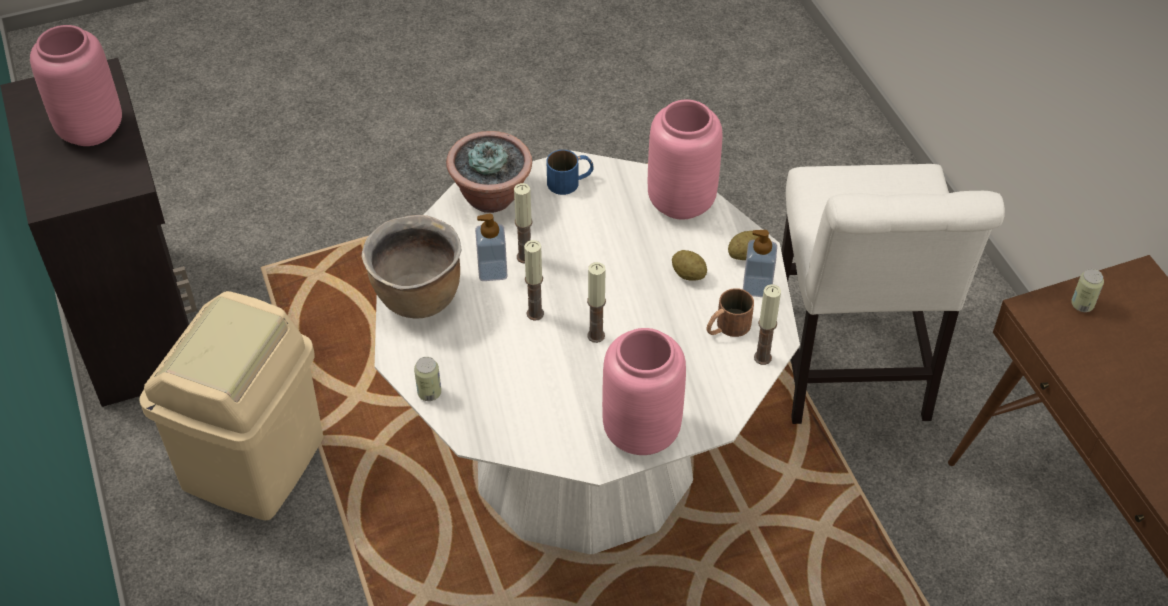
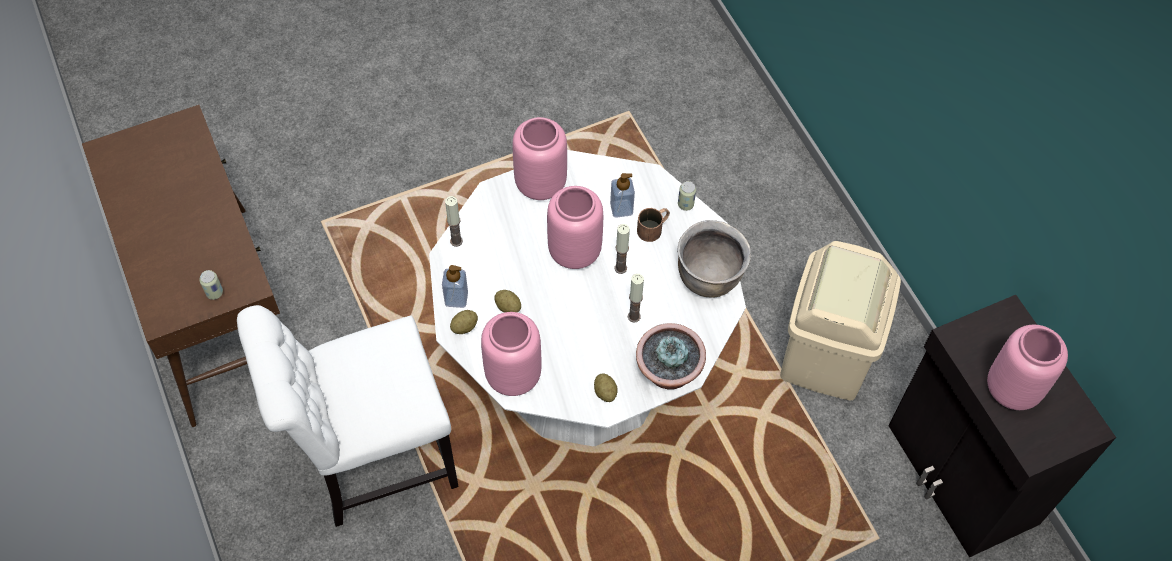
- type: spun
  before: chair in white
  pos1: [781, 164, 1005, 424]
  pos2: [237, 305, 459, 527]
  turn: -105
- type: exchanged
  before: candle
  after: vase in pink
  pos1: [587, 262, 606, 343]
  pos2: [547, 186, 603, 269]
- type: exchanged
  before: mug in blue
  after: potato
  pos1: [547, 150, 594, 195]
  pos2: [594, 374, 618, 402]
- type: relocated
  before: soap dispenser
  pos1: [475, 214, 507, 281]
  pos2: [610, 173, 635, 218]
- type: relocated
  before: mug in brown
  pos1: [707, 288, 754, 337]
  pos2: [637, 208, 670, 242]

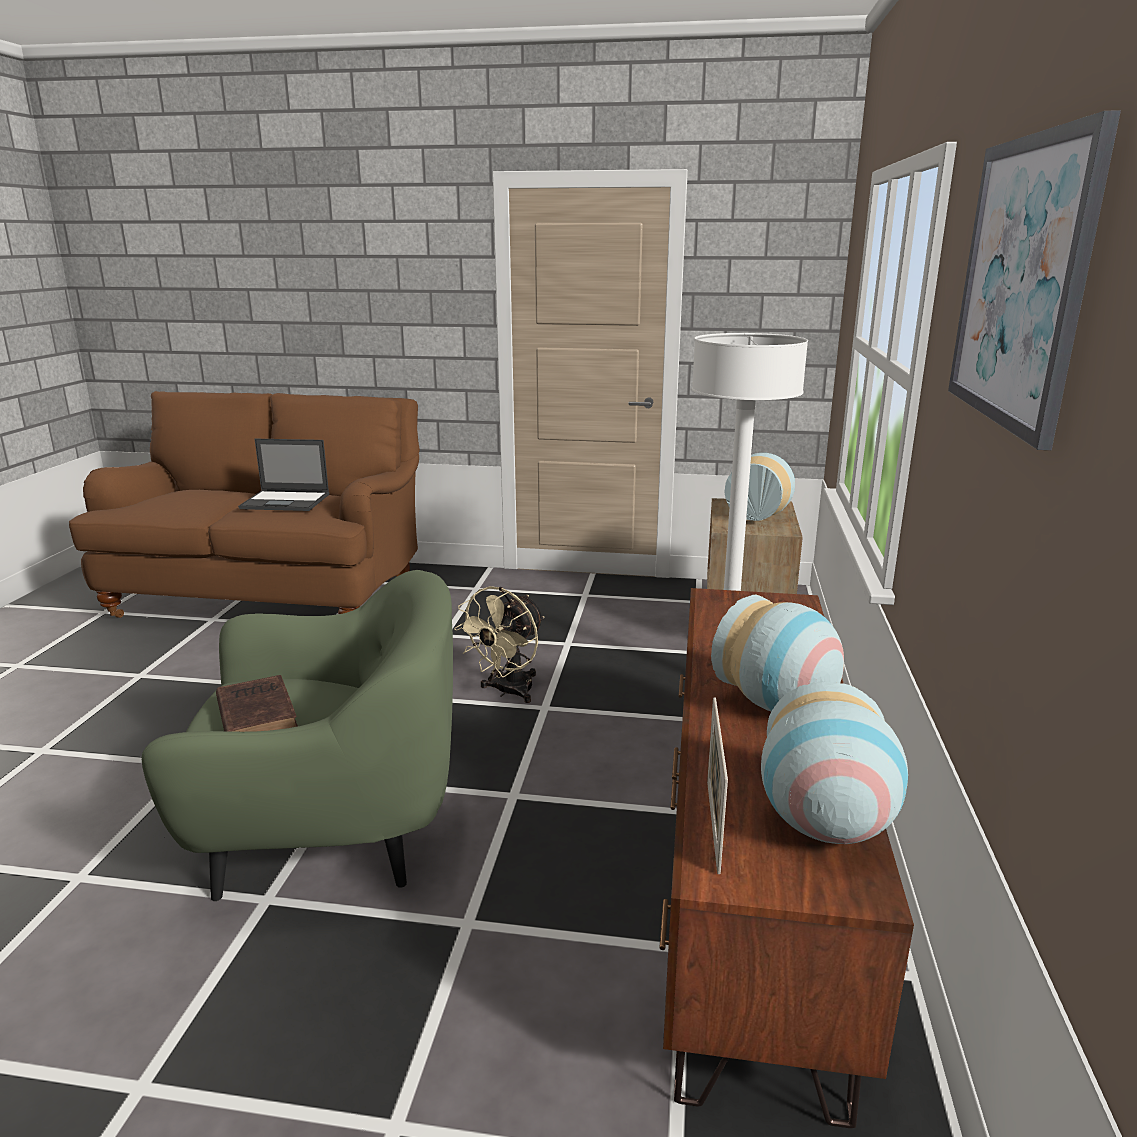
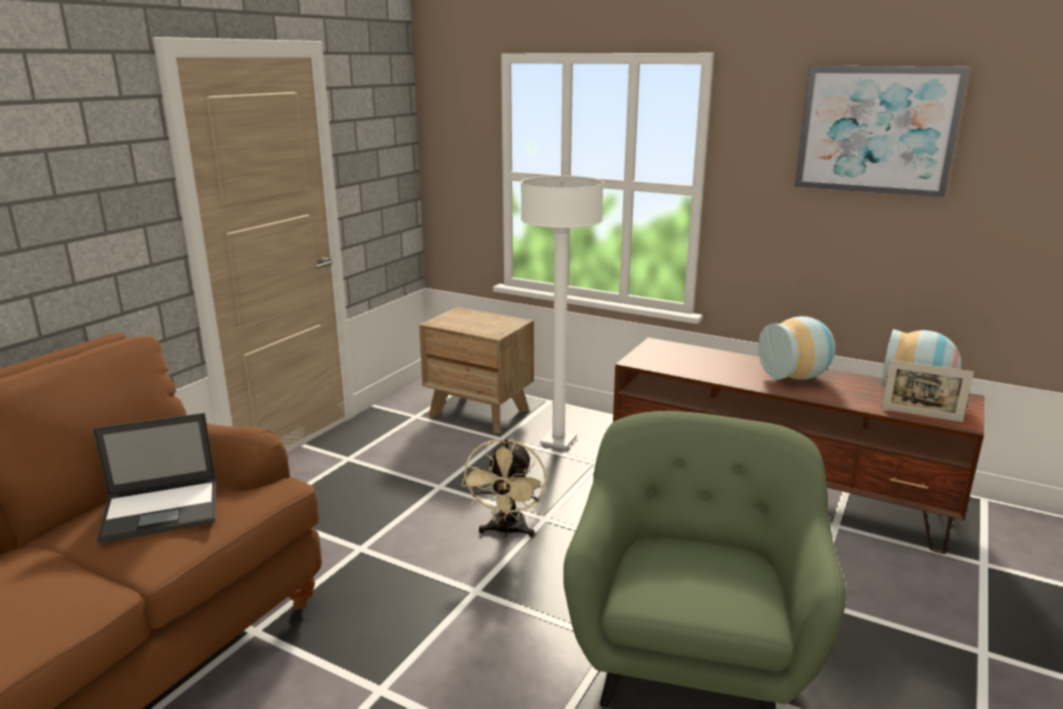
- type: spun
  before: laptop
  pos1: [238, 439, 329, 511]
  pos2: [93, 413, 216, 543]
  turn: 45
- type: spun
  before: fan in beige
  pos1: [454, 586, 545, 703]
  pos2: [461, 438, 547, 538]
  turn: 45
- type: missing
  before: book in brown
  pos1: [216, 675, 298, 732]
- type: missing
  before: vase
  pos1: [725, 453, 795, 521]

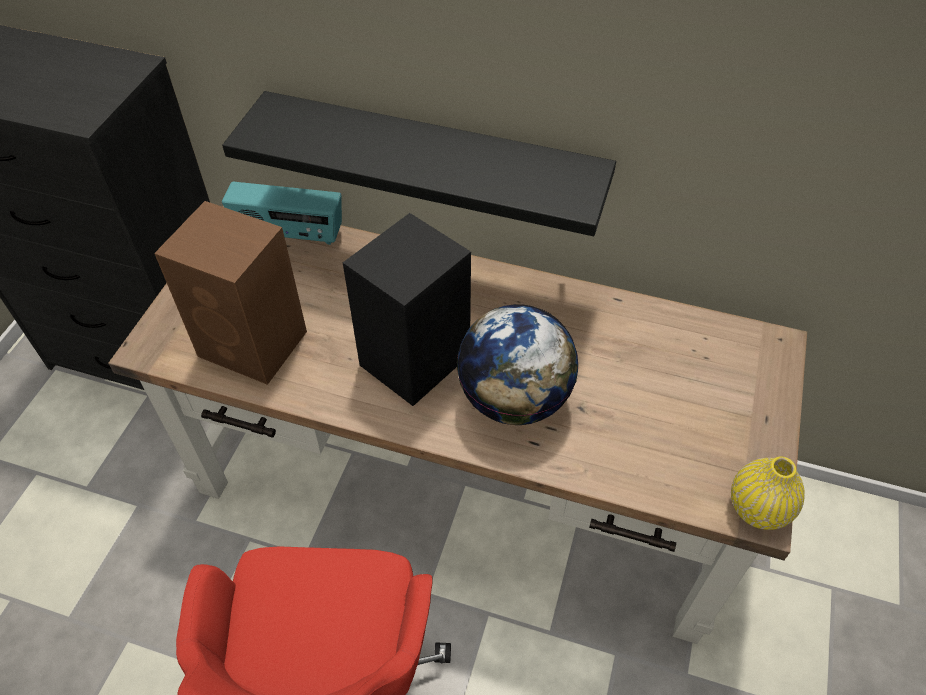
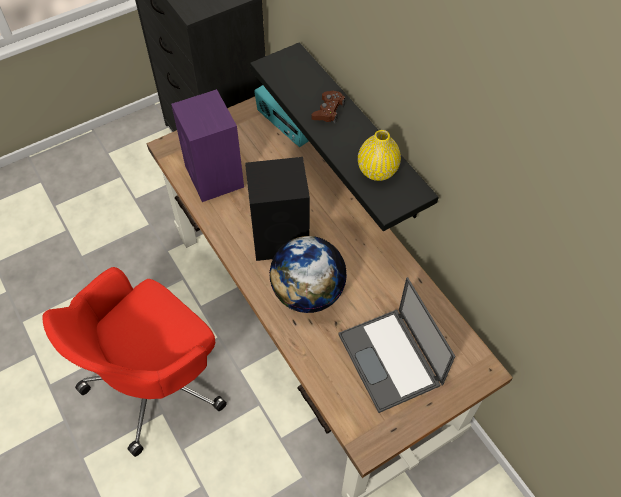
- type: colour
  before: speaker in brown
  after: speaker in purple
  pos1: [154, 201, 307, 385]
  pos2: [171, 89, 244, 202]
- type: appeared
  after: game controller in brown
  pos2: [312, 91, 345, 124]
- type: appeared
  after: laptop
  pos2: [338, 277, 455, 413]
- type: relocated
  before: vase in yellow
  pos1: [731, 457, 805, 530]
  pos2: [358, 130, 401, 181]

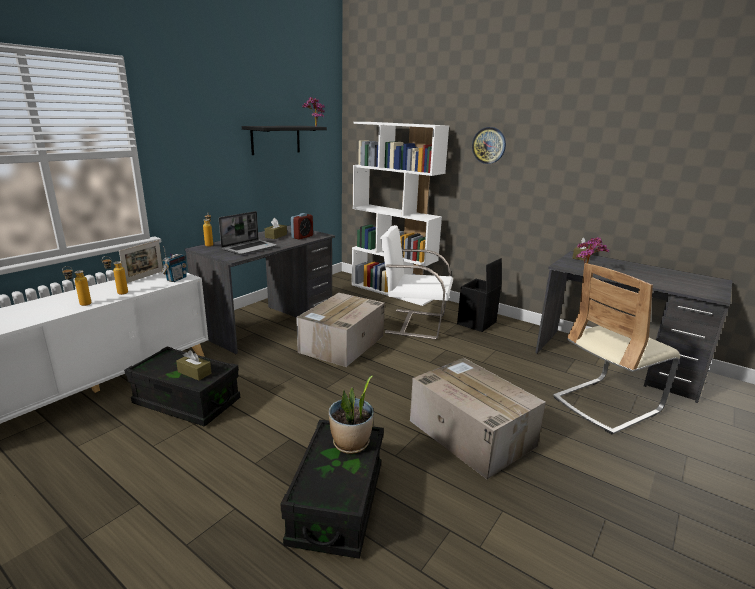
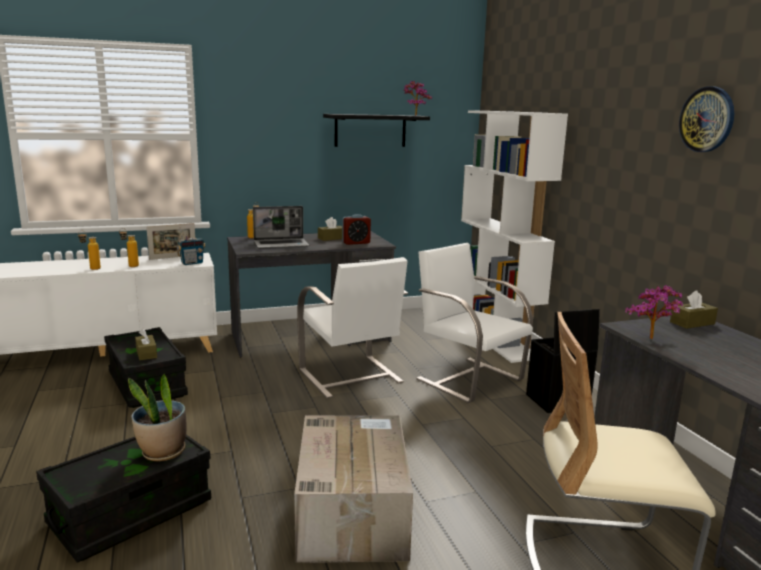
- type: exchanged
  before: cardboard box
  after: chair in white
  pos1: [296, 293, 385, 367]
  pos2: [297, 257, 408, 398]
- type: relocated
  before: wall clock
  pos1: [472, 127, 506, 164]
  pos2: [679, 86, 734, 152]

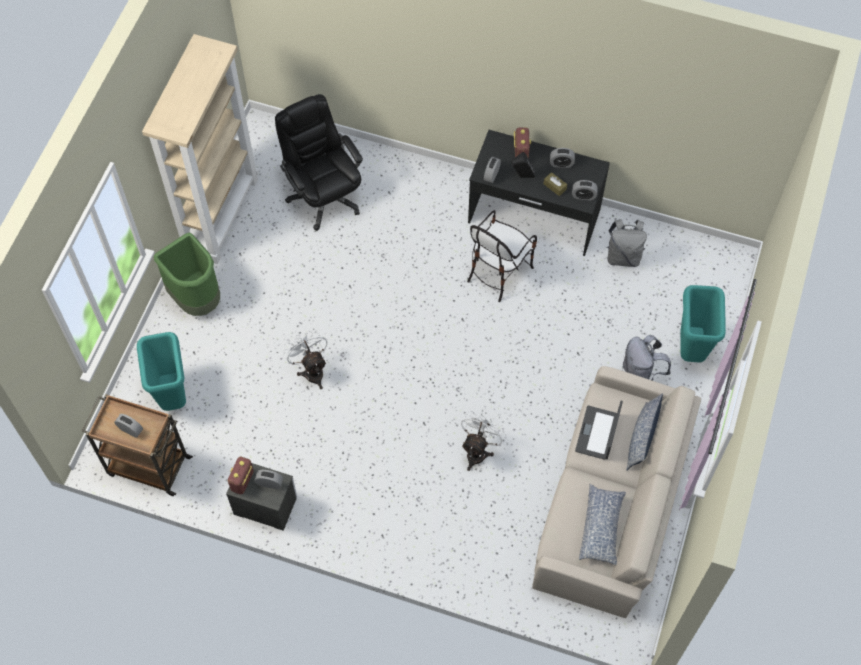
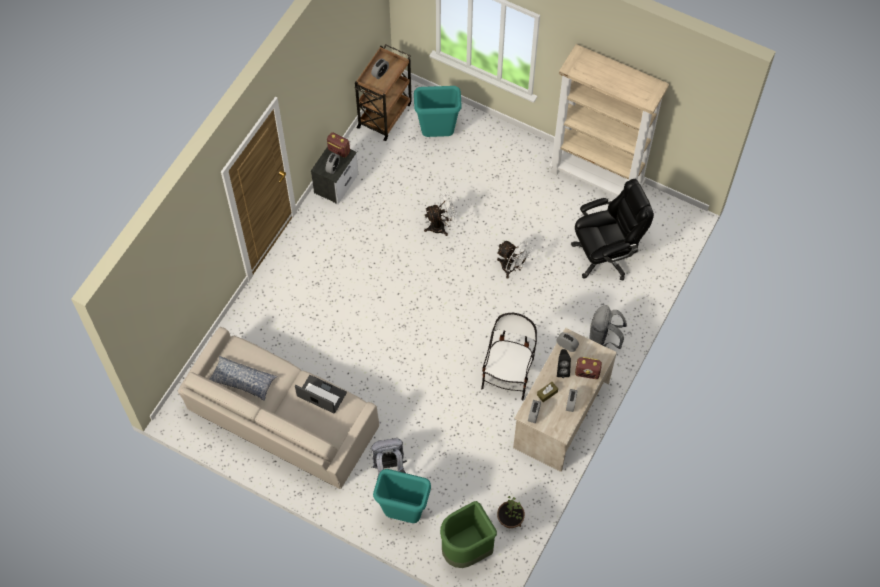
- type: relocated
  before: trash can in green
  pos1: [154, 233, 220, 316]
  pos2: [440, 501, 497, 568]
- type: spun
  before: chair
  pos1: [467, 210, 537, 302]
  pos2: [481, 313, 537, 401]
  turn: 60
- type: relocated
  before: fan in white
  pos1: [461, 411, 506, 471]
  pos2: [496, 241, 533, 279]
- type: appeared
  after: potted plant
  pos2: [497, 496, 525, 528]
- type: colour
  before: desk in black
  after: desk in beige
  pos1: [468, 130, 610, 256]
  pos2: [513, 328, 617, 472]
- type: relocated
  before: backpack in grey
  pos1: [605, 219, 647, 267]
  pos2: [589, 305, 627, 349]
- type: missing
  before: pillow
  pos1: [626, 394, 663, 471]

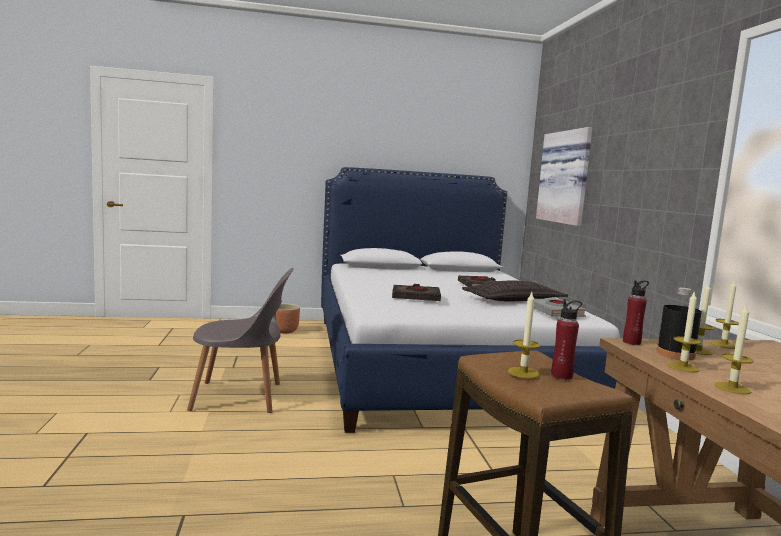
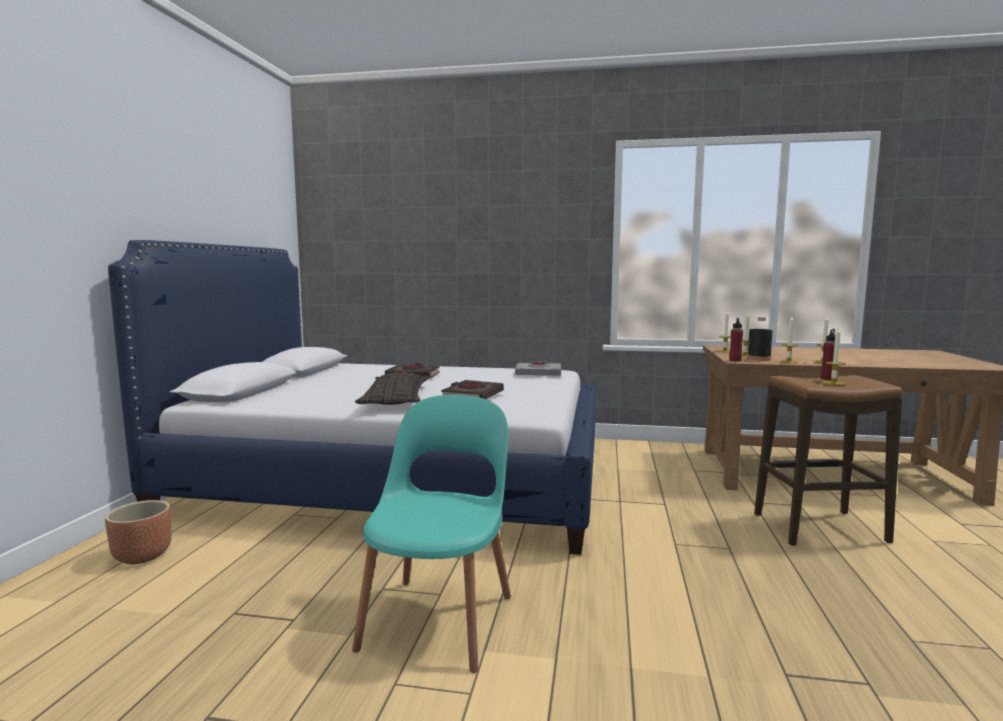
- type: colour
  before: chair in grey
  after: chair in turquoise
  pos1: [187, 268, 294, 413]
  pos2: [352, 395, 511, 673]
- type: relocated
  before: pillow
  pos1: [462, 280, 568, 301]
  pos2: [355, 372, 429, 405]
- type: missing
  before: picture
  pos1: [536, 127, 592, 226]

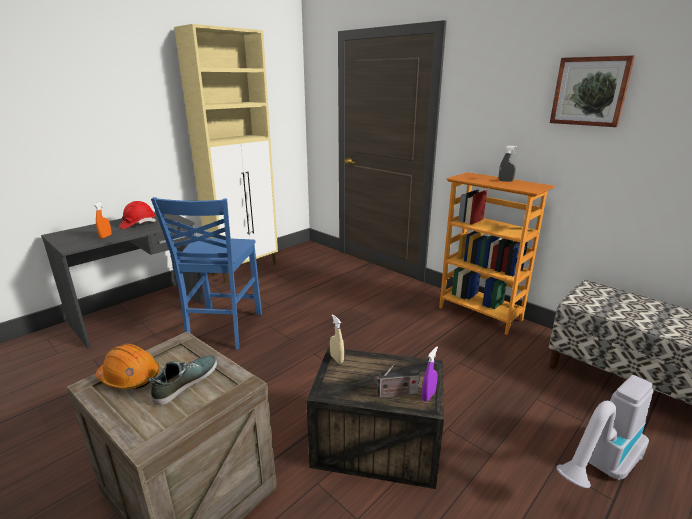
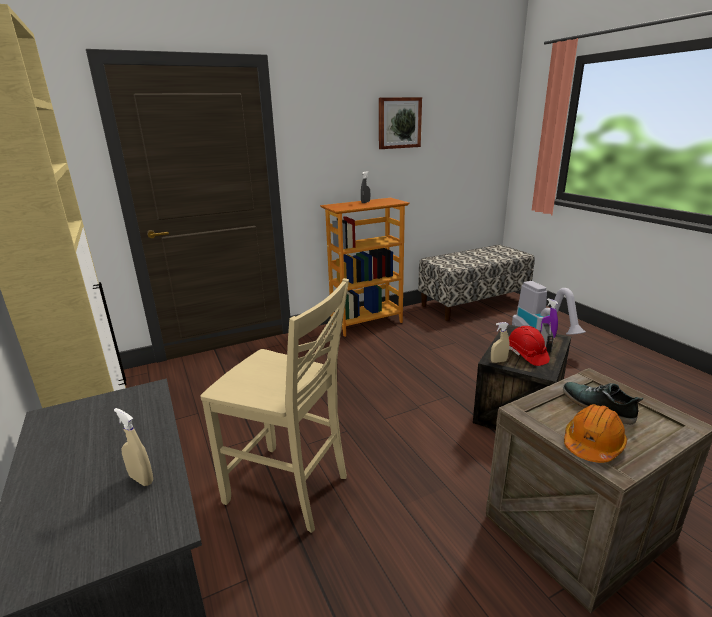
- type: colour
  before: spray bottle in orange
  after: spray bottle in beige
  pos1: [94, 201, 112, 239]
  pos2: [114, 408, 153, 486]
- type: colour
  before: chair in blue
  after: chair in beige
  pos1: [151, 197, 262, 350]
  pos2: [201, 278, 349, 533]
- type: relocated
  before: hard hat in red
  pos1: [119, 201, 156, 229]
  pos2: [509, 326, 550, 366]

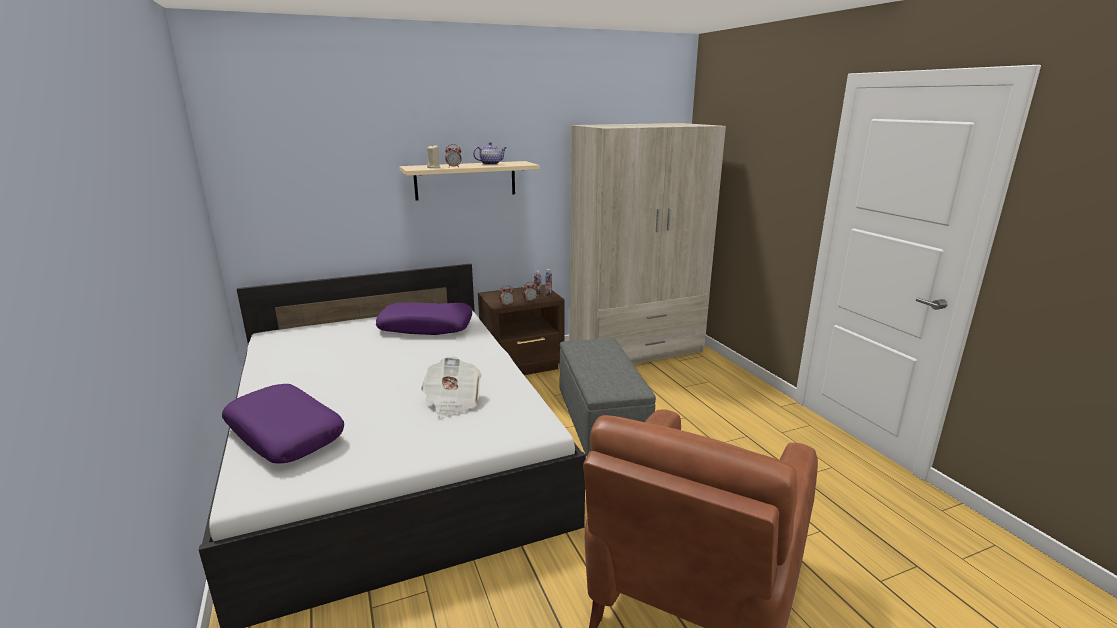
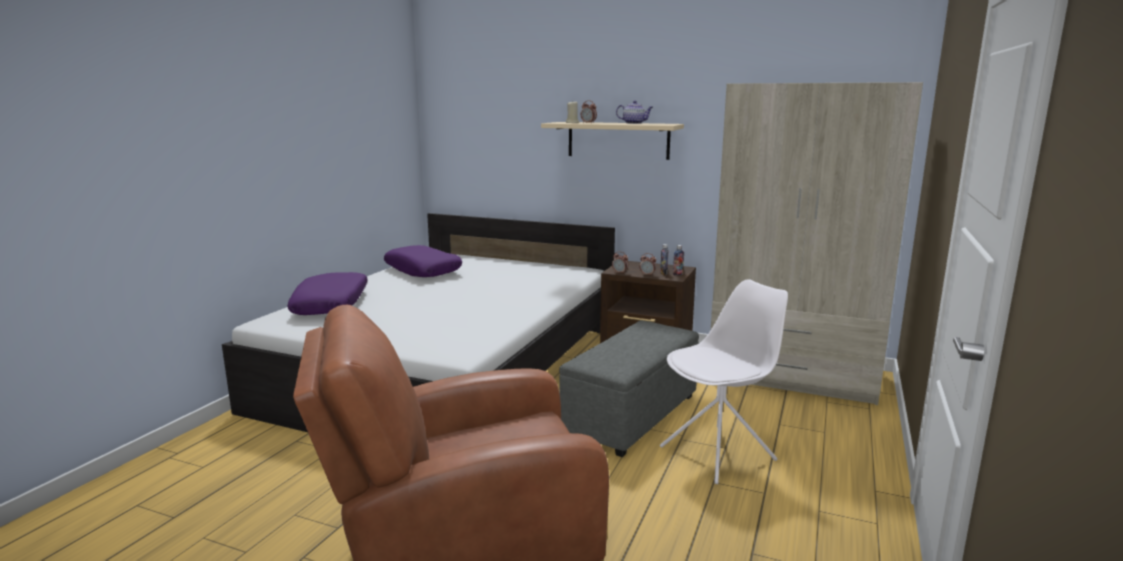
- type: relocated
  before: pillow in purple
  pos1: [376, 302, 472, 335]
  pos2: [384, 245, 462, 277]
- type: appeared
  after: chair in white
  pos2: [660, 279, 788, 484]
- type: missing
  before: newspaper
  pos1: [421, 357, 481, 418]

